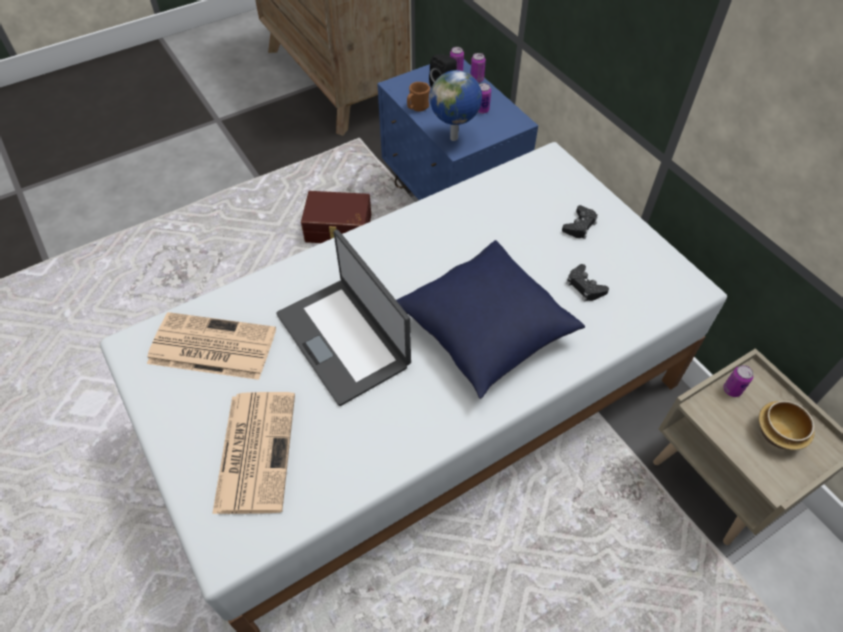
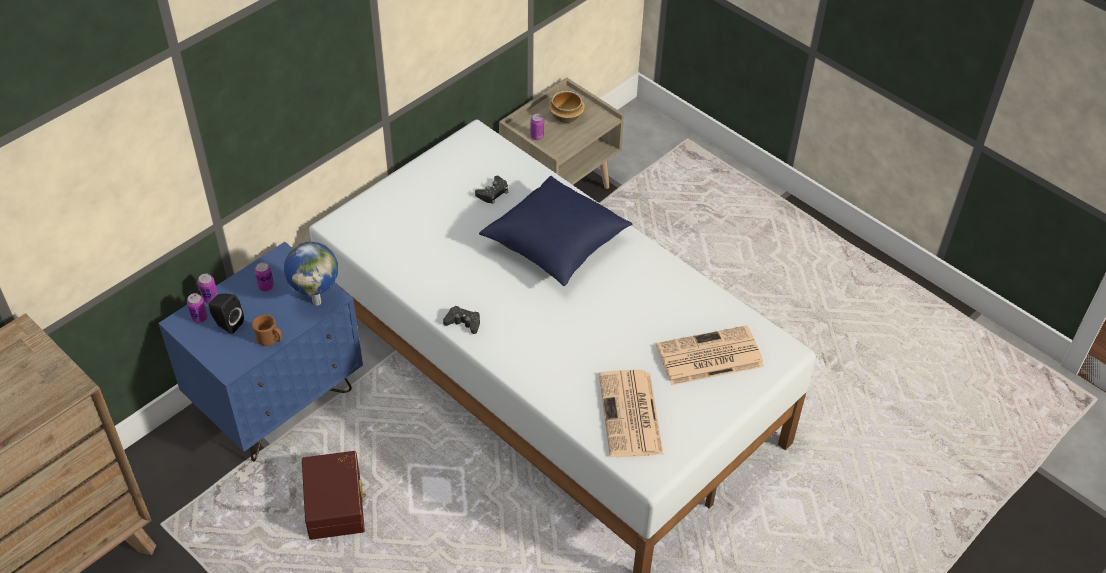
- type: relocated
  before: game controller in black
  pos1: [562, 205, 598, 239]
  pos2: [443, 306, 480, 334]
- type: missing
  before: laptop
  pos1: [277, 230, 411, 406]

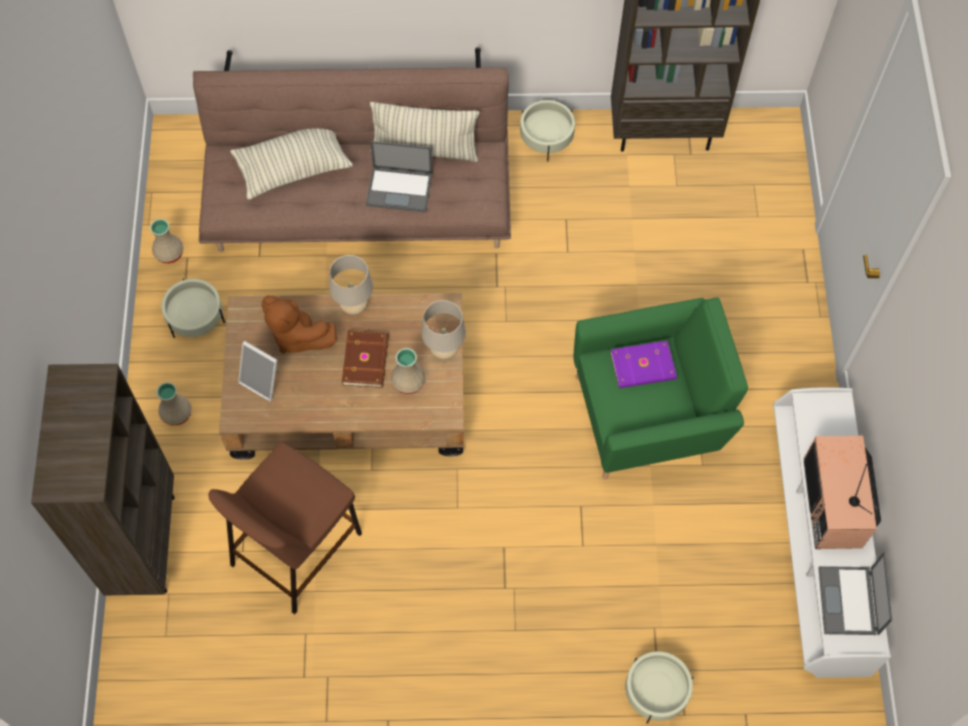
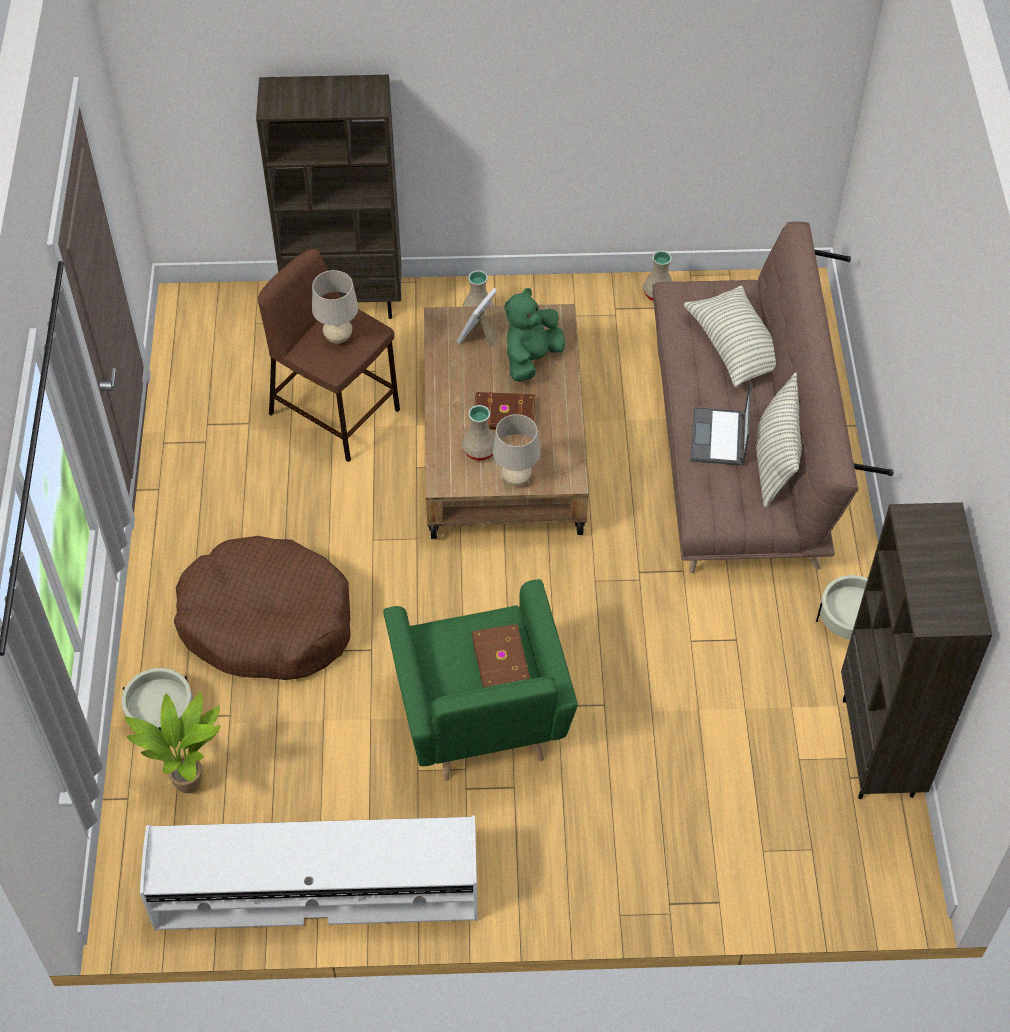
- type: appeared
  after: potted plant
  pos2: [125, 692, 221, 794]
- type: appeared
  after: dog bed in brown
  pos2: [174, 536, 351, 680]
- type: relocated
  before: table lamp in beige
  pos1: [329, 255, 373, 315]
  pos2: [312, 270, 358, 344]
- type: colour
  before: book in purple
  after: book in brown
  pos1: [611, 341, 677, 388]
  pos2: [472, 624, 530, 688]
- type: colour
  before: plush toy in brown
  after: plush toy in green
  pos1: [262, 295, 337, 354]
  pos2: [504, 288, 565, 382]
- type: missing
  before: planter in beige
  pos1: [161, 278, 225, 338]
- type: missing
  before: television
  pos1: [804, 436, 881, 549]
- type: missing
  before: laptop
  pos1: [818, 552, 892, 635]

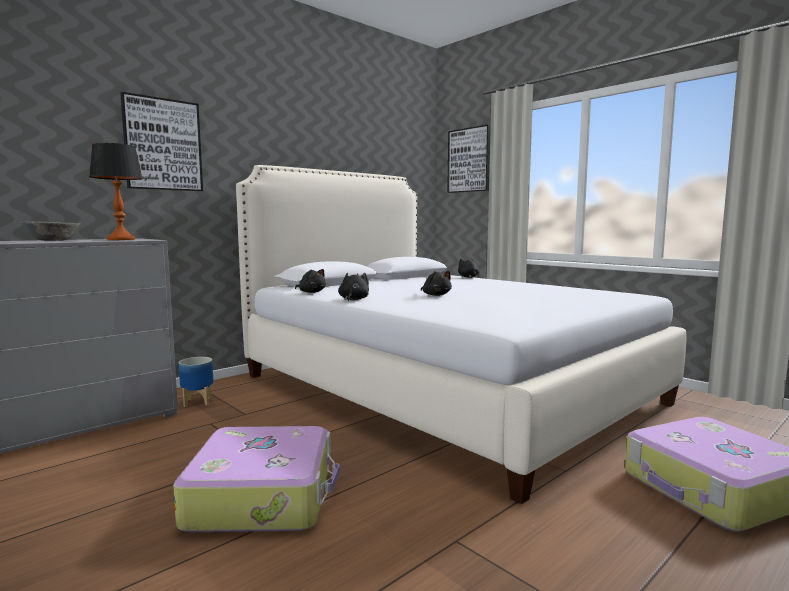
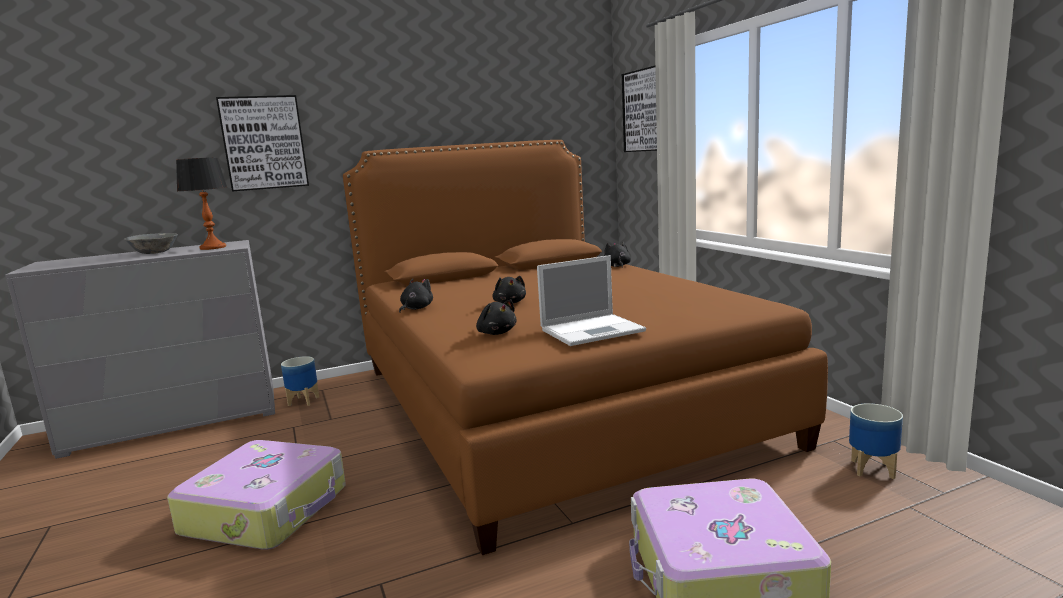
- type: colour
  before: bed in white
  after: bed in brown
  pos1: [236, 165, 686, 504]
  pos2: [343, 140, 828, 555]
- type: relocated
  before: plush toy in black
  pos1: [295, 269, 326, 293]
  pos2: [476, 299, 517, 335]
- type: appeared
  after: laptop
  pos2: [537, 255, 646, 346]
- type: appeared
  after: planter
  pos2: [849, 403, 903, 479]

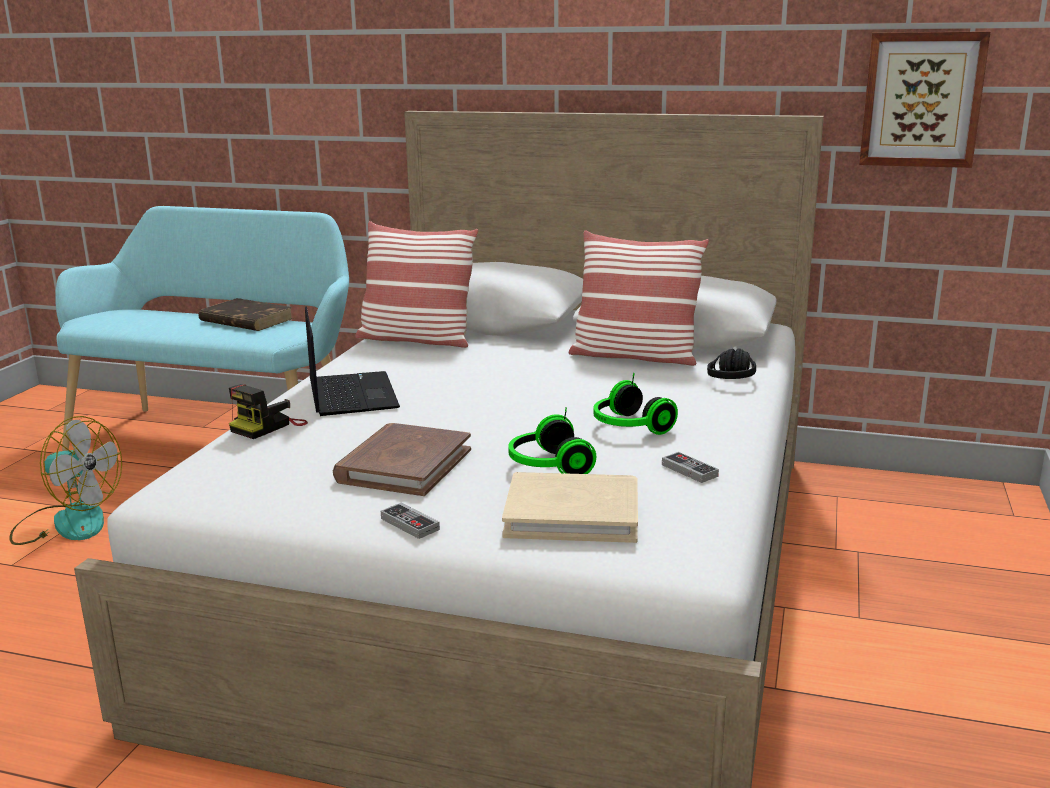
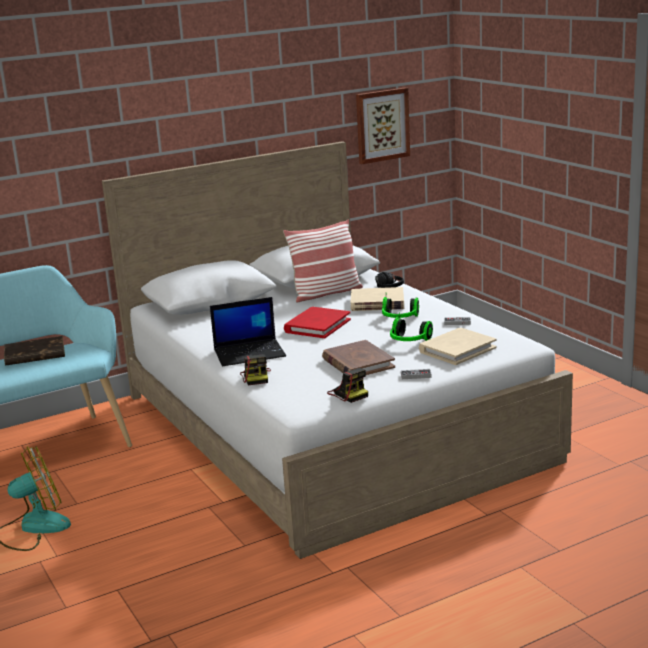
- type: spun
  before: laptop
  pos1: [305, 306, 400, 416]
  pos2: [210, 297, 286, 366]
  turn: 135
- type: appeared
  after: book in red
  pos2: [284, 307, 351, 338]
- type: appeared
  after: photo camera
  pos2: [327, 368, 368, 403]
- type: appeared
  after: book in beige
  pos2: [351, 287, 404, 311]
- type: missing
  before: pillow
  pos1: [355, 221, 478, 348]

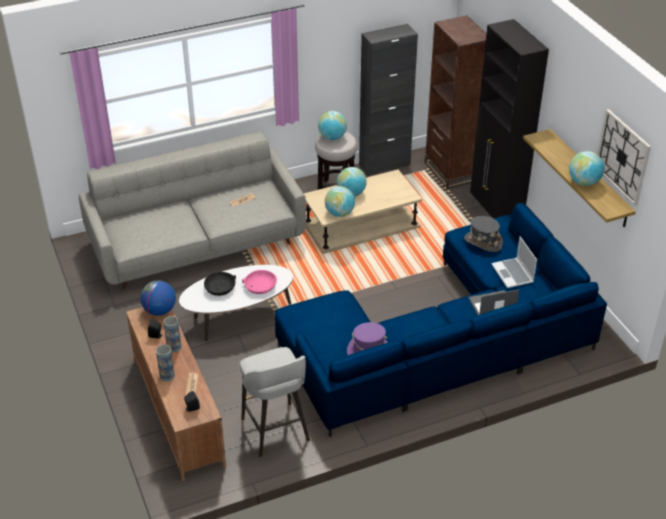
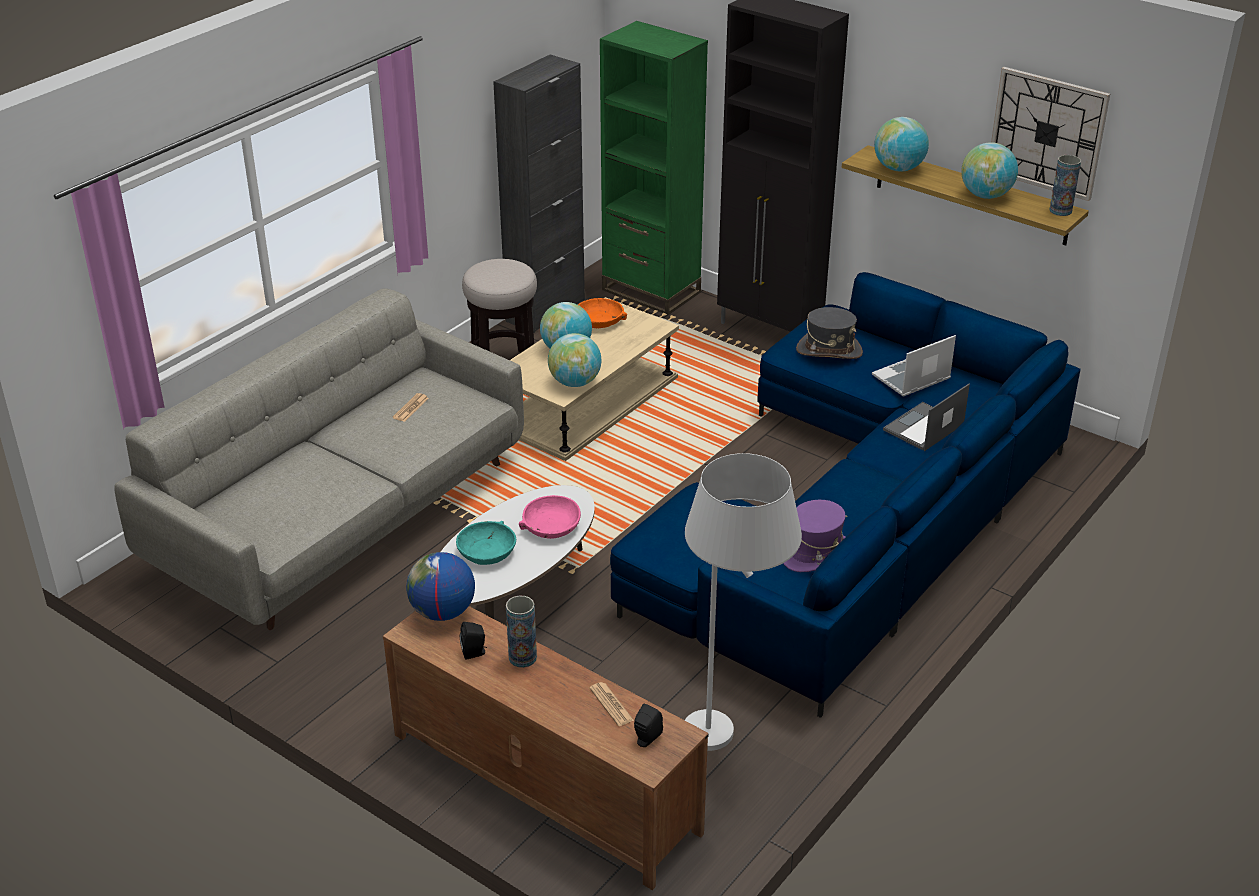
- type: colour
  before: bowl in black
  after: bowl in turquoise
  pos1: [204, 272, 236, 296]
  pos2: [456, 521, 516, 565]
- type: appeared
  after: bowl in orange
  pos2: [578, 298, 627, 328]
- type: colour
  before: bookcase in brown
  after: bookcase in green
  pos1: [425, 15, 487, 189]
  pos2: [600, 21, 708, 315]
- type: exchanged
  before: stool in grey
  after: floor lamp in white
  pos1: [240, 347, 310, 457]
  pos2: [685, 453, 802, 751]
- type: spun
  before: laptop
  pos1: [492, 236, 537, 288]
  pos2: [872, 335, 956, 397]
  turn: 105
- type: relocated
  before: globe
  pos1: [318, 111, 347, 140]
  pos2: [874, 117, 929, 172]
- type: relocated
  before: vase
  pos1: [156, 345, 175, 381]
  pos2: [1049, 155, 1081, 216]

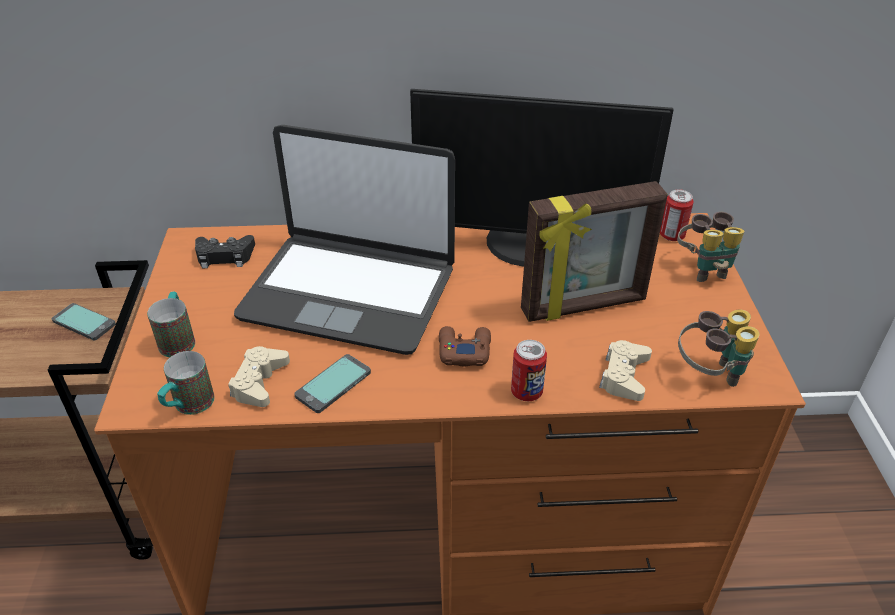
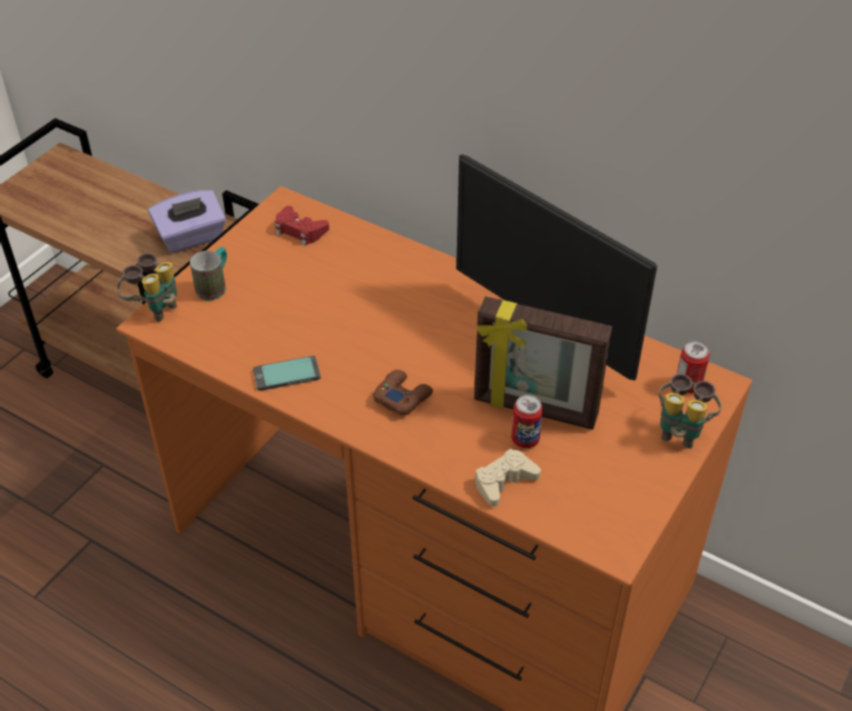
- type: relocated
  before: binoculars
  pos1: [678, 310, 760, 387]
  pos2: [117, 253, 177, 322]
- type: exchanged
  before: phone
  after: tissue box in purple
  pos1: [52, 303, 116, 341]
  pos2: [148, 190, 226, 253]
- type: colour
  before: game controller in black
  after: game controller in red
  pos1: [195, 235, 255, 268]
  pos2: [275, 206, 329, 246]
- type: relocated
  before: can
  pos1: [511, 340, 547, 401]
  pos2: [511, 395, 543, 448]
- type: missing
  before: mug
  pos1: [157, 351, 215, 415]
- type: missing
  before: game controller in beige
  pos1: [228, 346, 290, 407]
- type: missing
  before: laptop
  pos1: [234, 125, 455, 355]

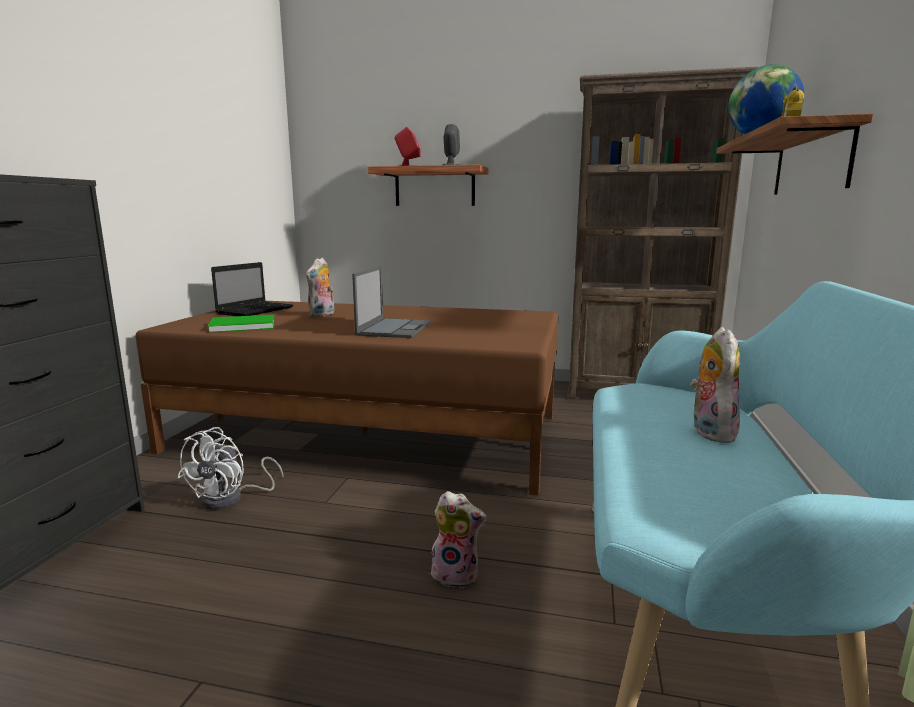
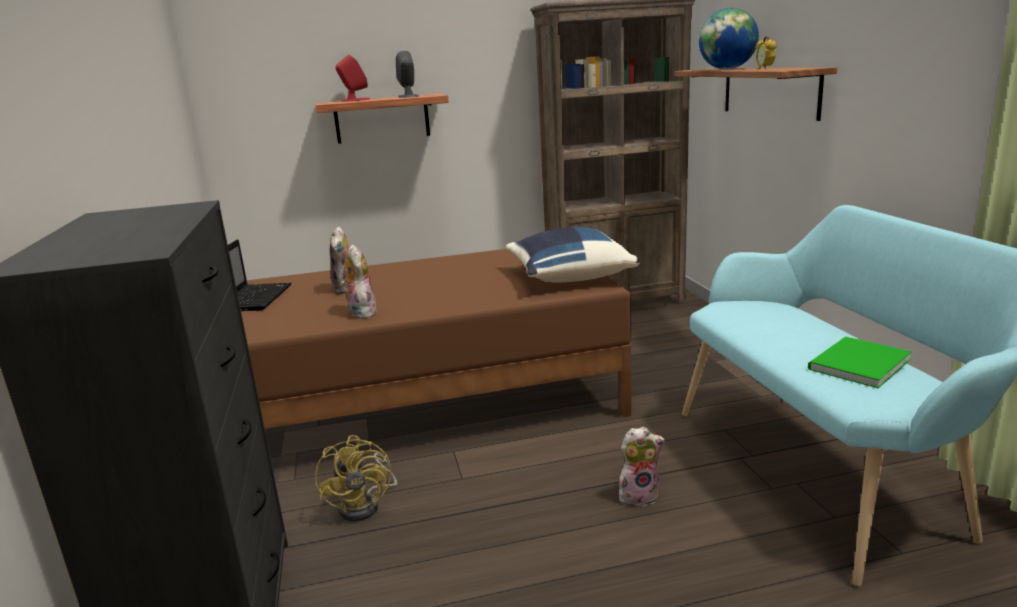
- type: colour
  before: fan in white
  after: fan in yellow
  pos1: [178, 427, 284, 510]
  pos2: [315, 435, 397, 521]
- type: relocated
  before: plush toy
  pos1: [690, 327, 740, 443]
  pos2: [341, 244, 378, 319]
- type: appeared
  after: pillow in blue
  pos2: [506, 227, 640, 283]
- type: relocated
  before: book in green
  pos1: [208, 315, 274, 332]
  pos2: [808, 336, 912, 388]
- type: missing
  before: laptop
  pos1: [352, 266, 432, 338]

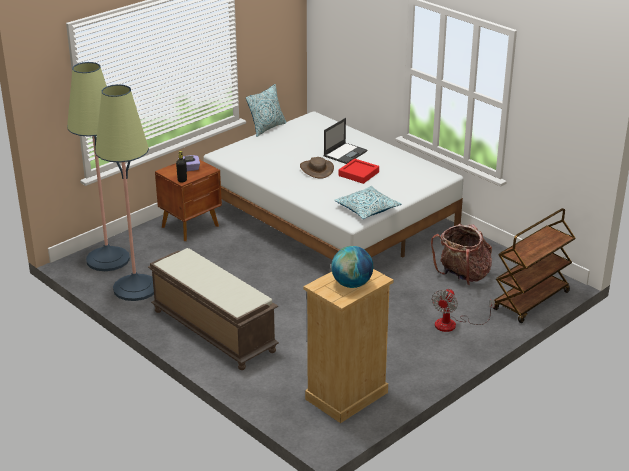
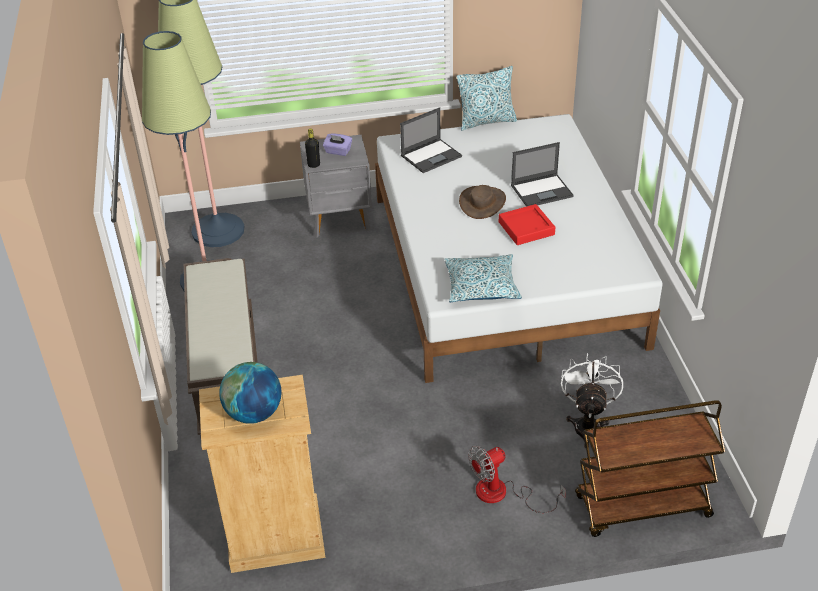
- type: colour
  before: nightstand in brown
  after: nightstand in grey
  pos1: [155, 159, 222, 241]
  pos2: [300, 135, 372, 238]
- type: appeared
  after: laptop
  pos2: [400, 107, 462, 173]
- type: exchanged
  before: backpack
  after: fan in white
  pos1: [431, 224, 492, 286]
  pos2: [561, 353, 623, 448]

